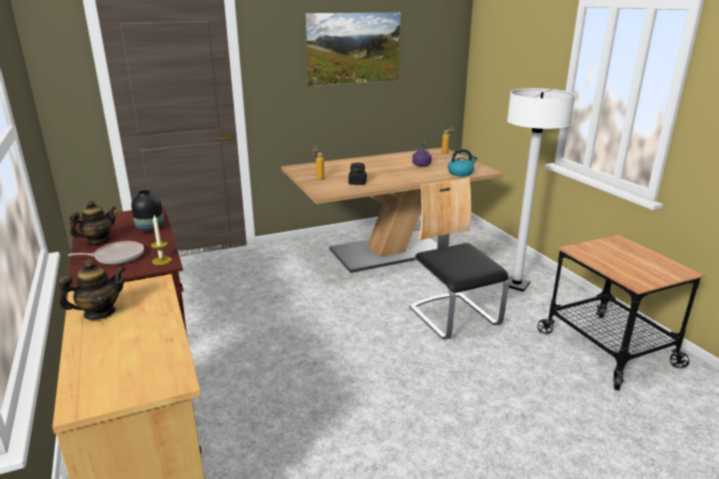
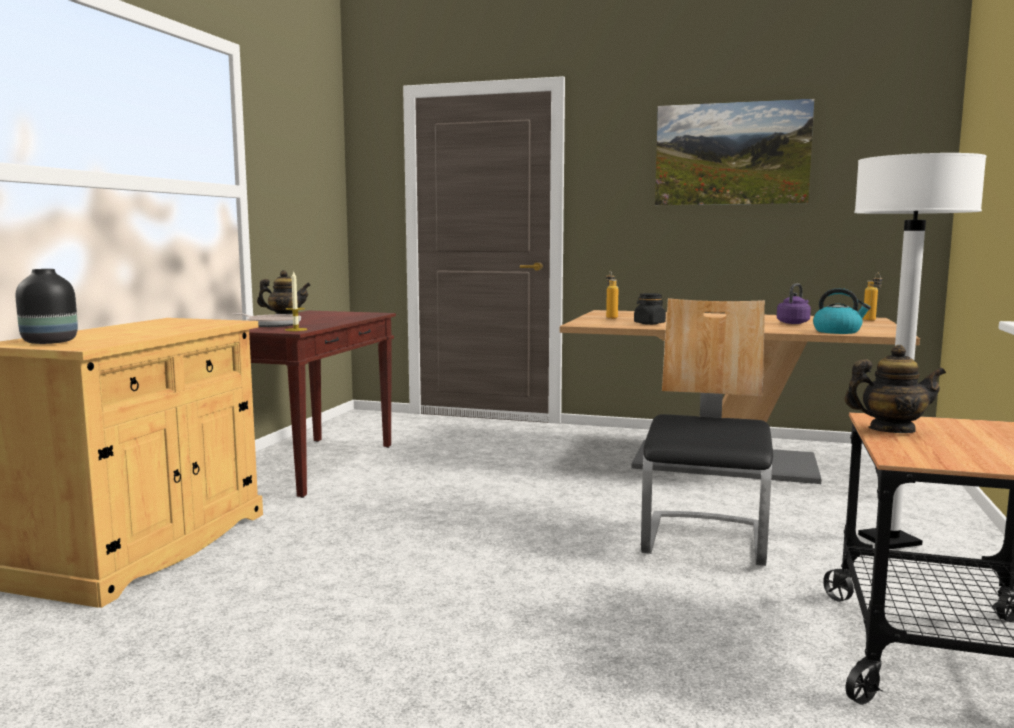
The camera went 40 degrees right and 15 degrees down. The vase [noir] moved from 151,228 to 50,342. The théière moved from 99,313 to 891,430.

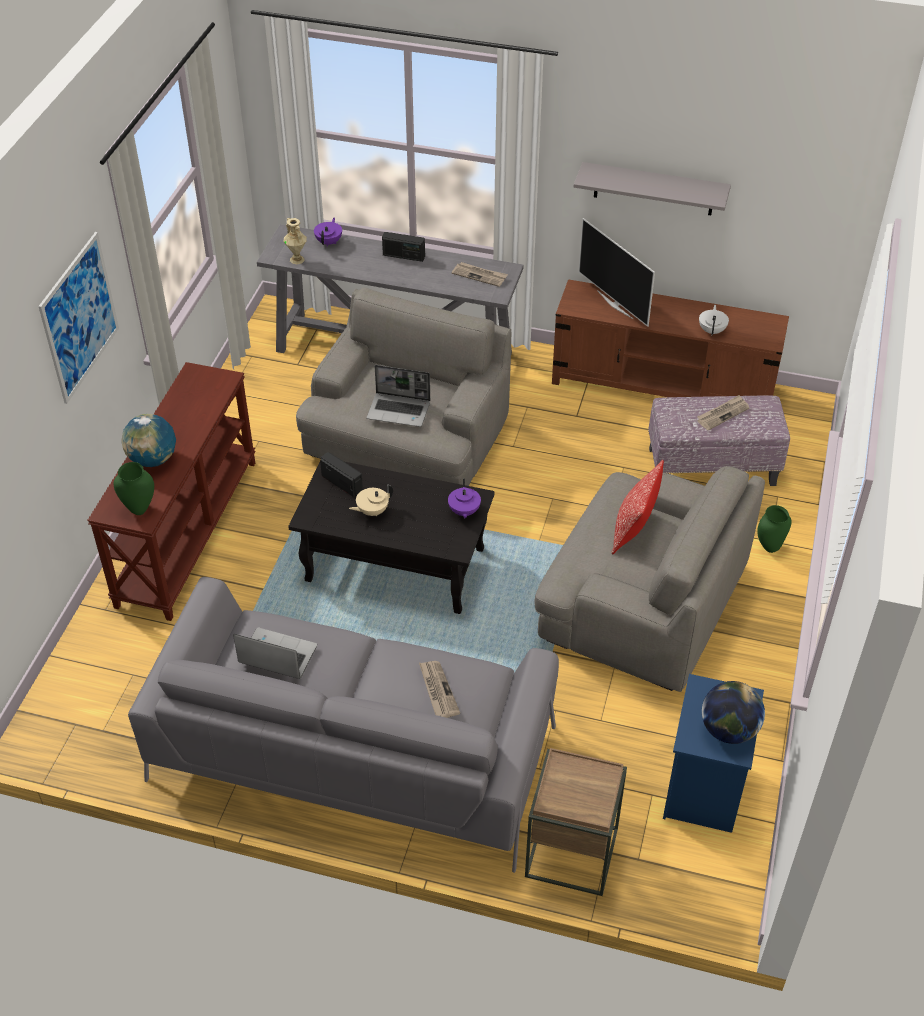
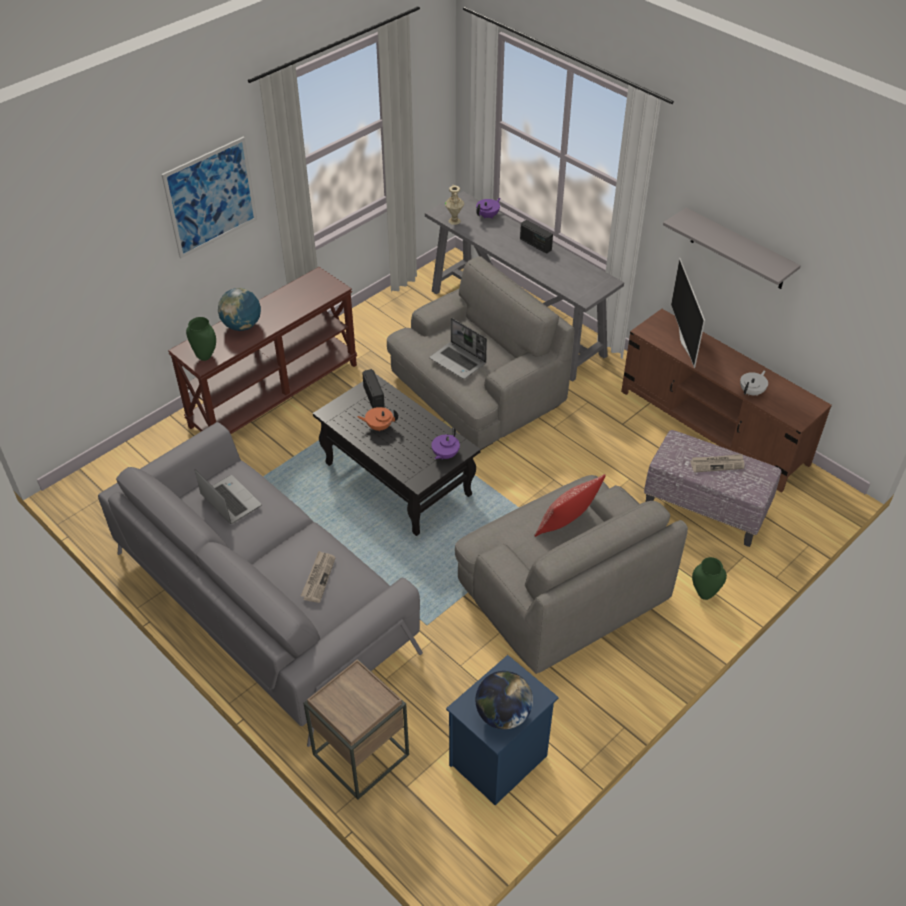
The camera went 30 degrees right and 0 degrees up. The théière [beige] at 372,511 became the théière [orange] at 379,426. The journal at 480,275 disappeared.

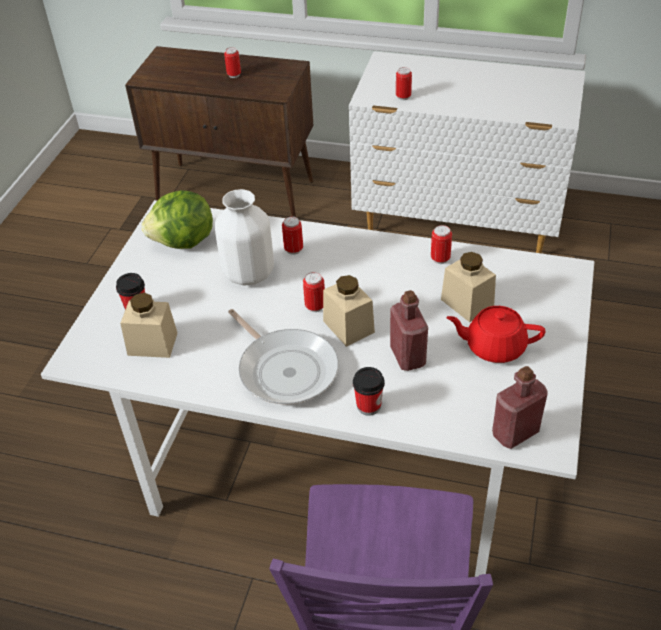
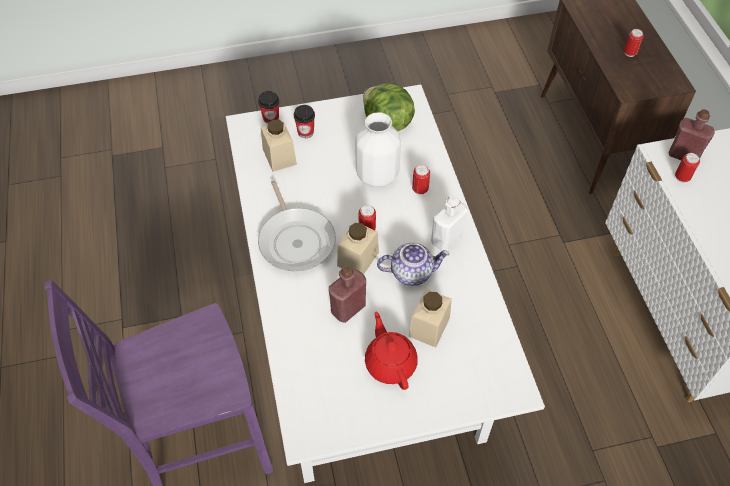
The camera went 60 degrees right and 10 degrees up. The tasse moved from 368,406 to 271,118. The poêle at 285,369 turned 45 degrees counterclockwise. The théière at 411,272 appeared. The bouteille [blanc] at 447,239 appeared. The bouteille [rouge] moved from 515,433 to 683,155. The boîte métallique at 440,259 disappeared.

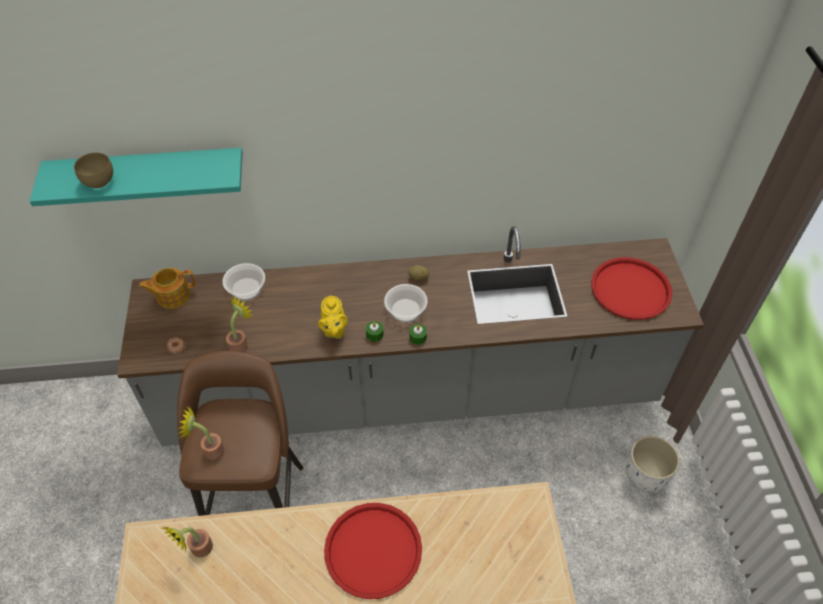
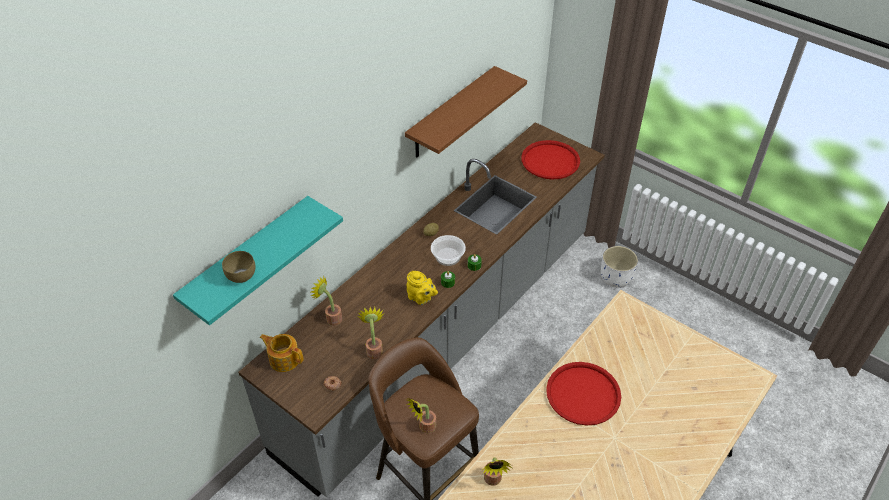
The camera went 45 degrees left and 5 degrees down. The théière at 172,296 turned 90 degrees clockwise. The bol at 246,289 was replaced by the plante en pot at 331,318. The étagère [marron] at 451,113 appeared.

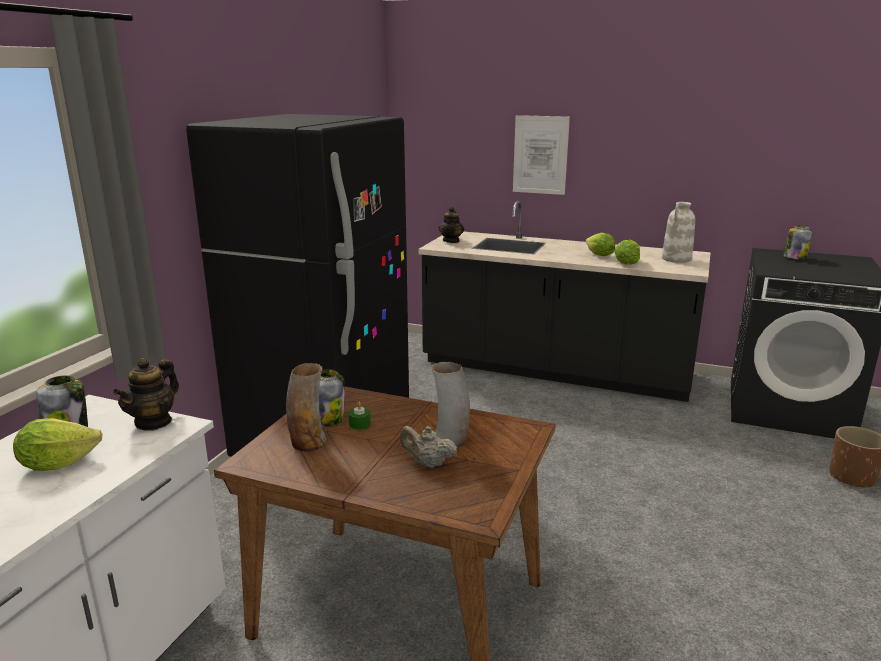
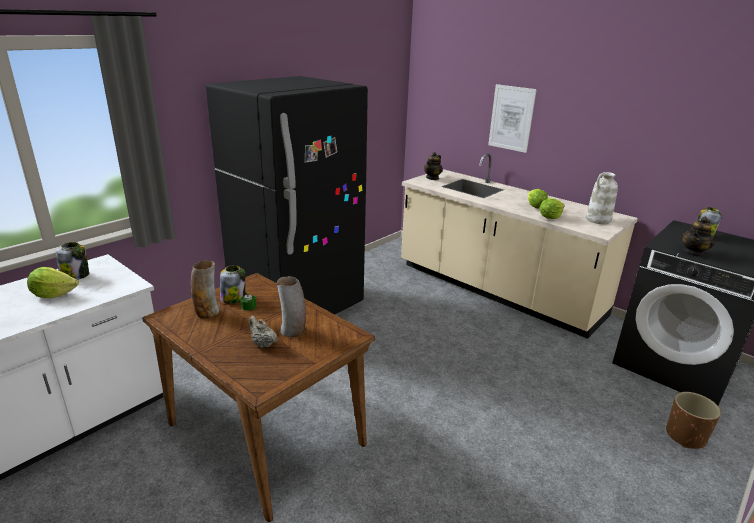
The camera went 20 degrees right and 5 degrees up. The comptoir de cuisine [noir] at 555,370 became the comptoir de cuisine [beige] at 497,290. The théière moved from 153,422 to 693,253.

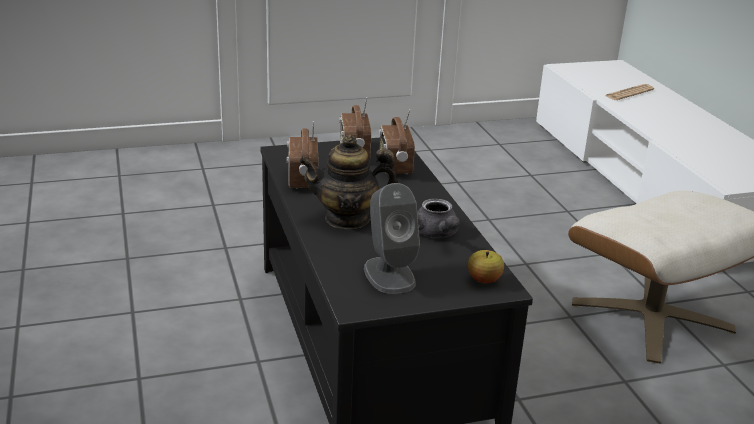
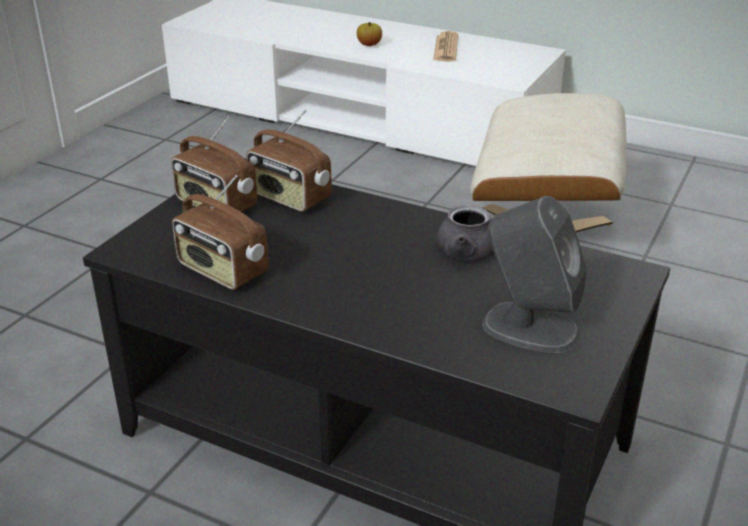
The camera went 45 degrees left and 5 degrees up. The pomme moved from 484,280 to 369,45. The journal moved from 629,93 to 446,48. The théière at 347,218 disappeared.

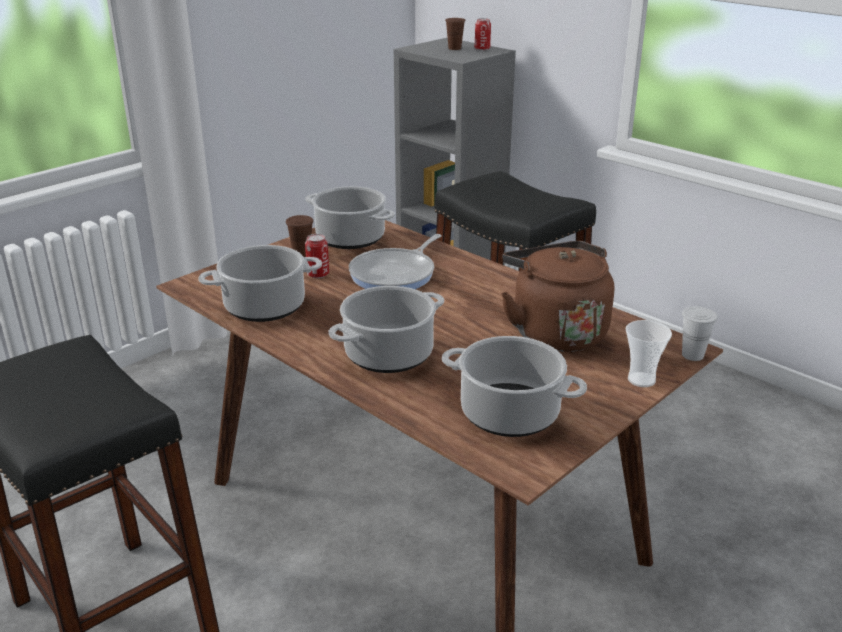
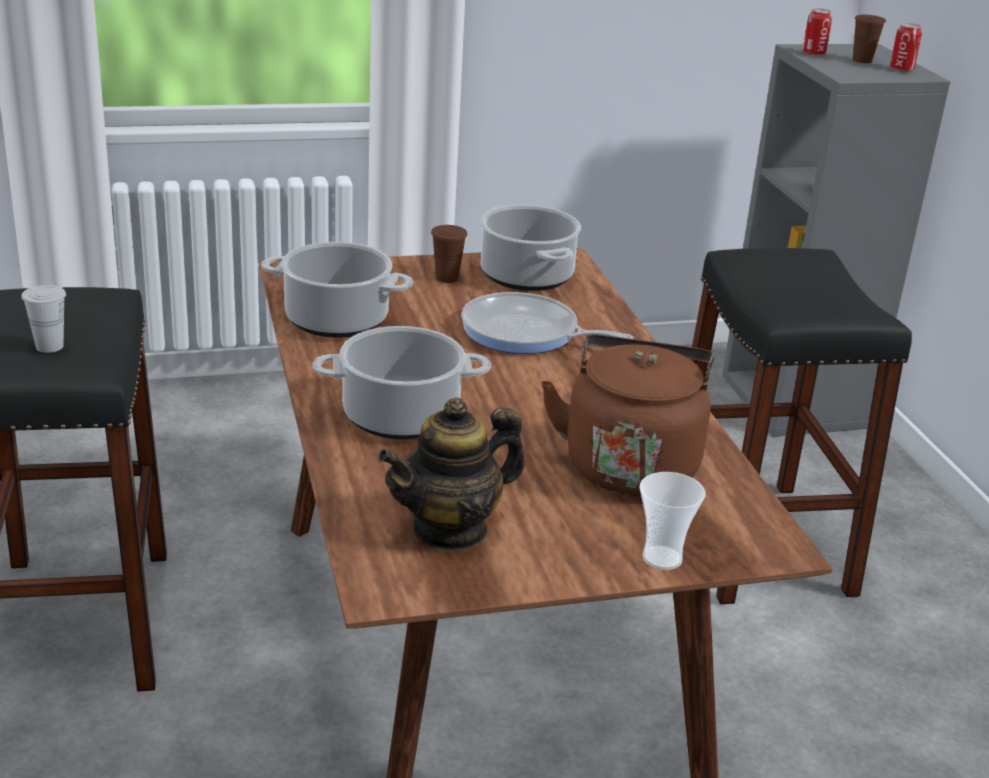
The camera went 30 degrees right and 0 degrees up. The tasse [blanc] moved from 692,355 to 49,346. The marmite at 511,413 was replaced by the théière at 450,529. The poêle at 396,274 turned 45 degrees clockwise. The boîte métallique moved from 318,274 to 813,54.

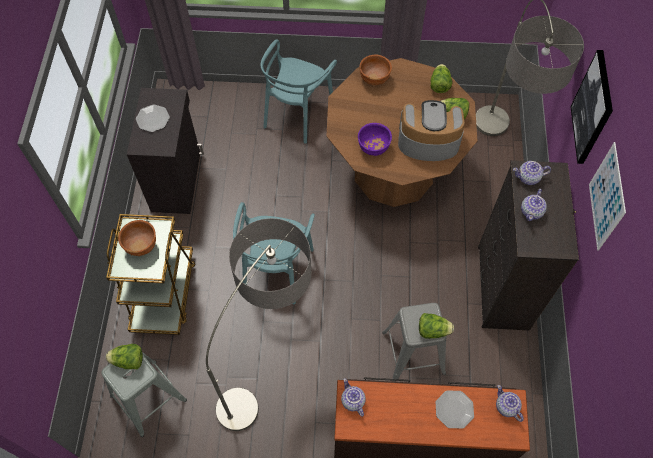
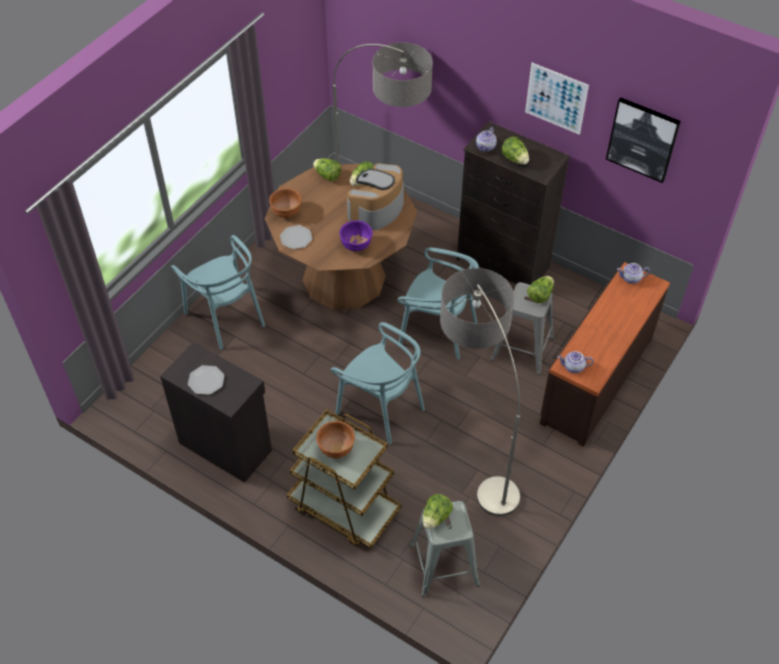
The camera went 60 degrees left and 10 degrees down. The assiette moved from 454,409 to 296,238. The chaise [turquoise] at 437,330 appeared. The théière at 532,211 was replaced by the laitue at 515,159. The tableau moved from 593,108 to 643,139.

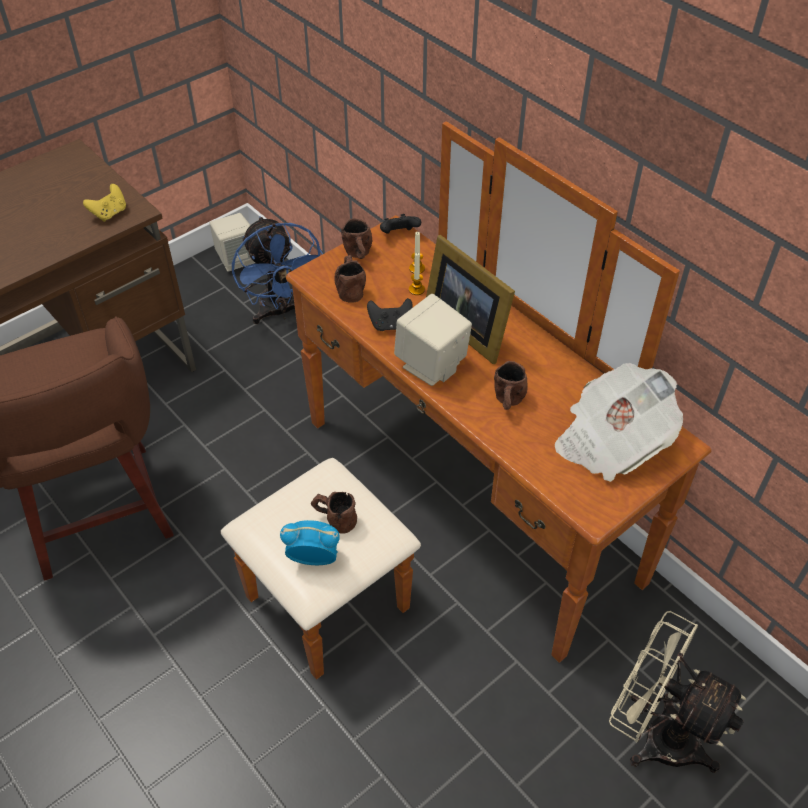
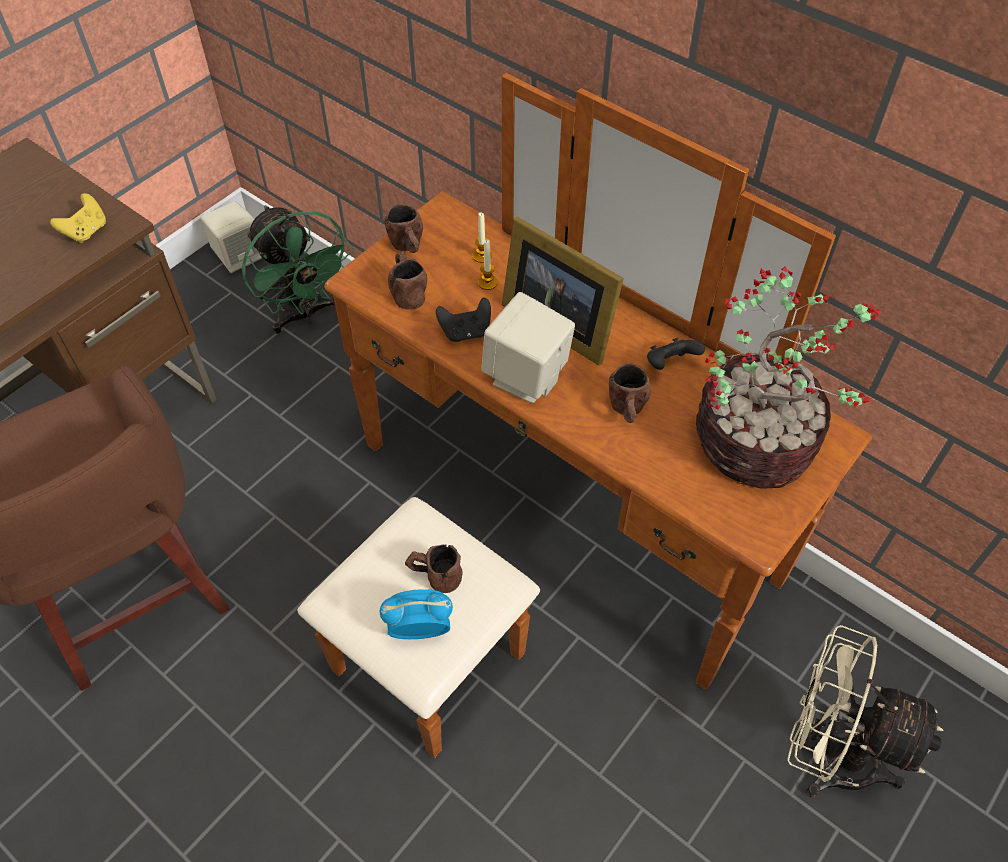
The camera went 10 degrees left and 5 degrees up. The ventilateur [bleu] at 281,312 became the ventilateur [vert] at 304,314. The manette [noir] moved from 399,234 to 670,364. The journal at 611,441 was replaced by the plante en pot at 757,443.

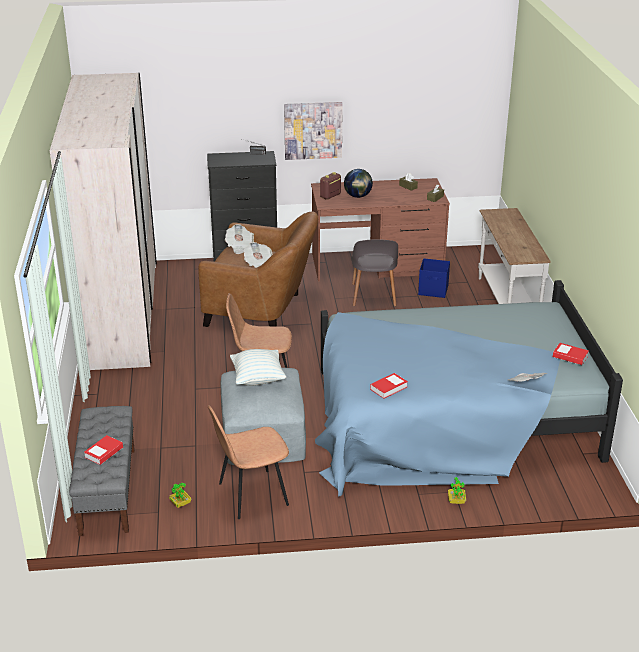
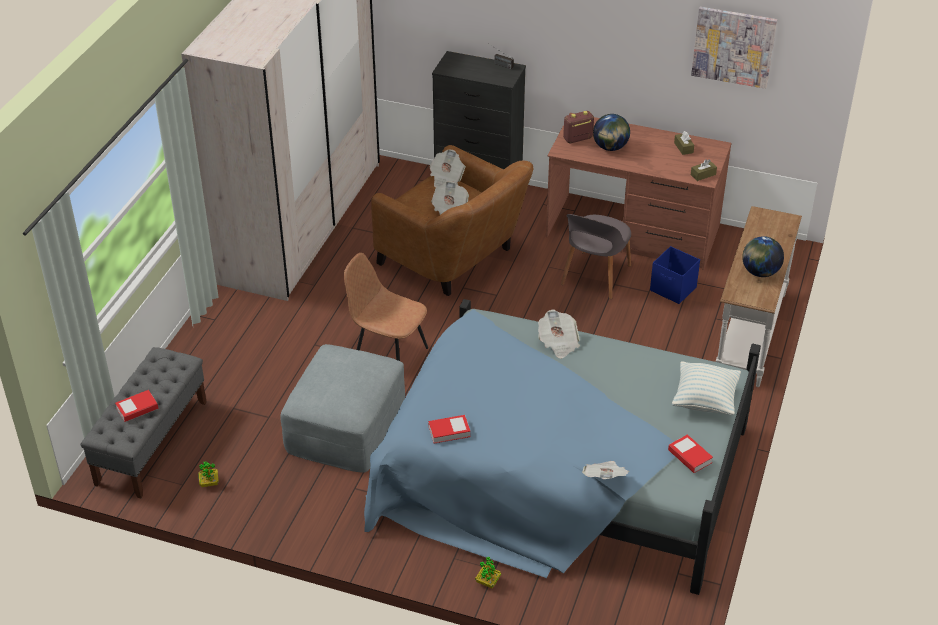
The camera went 25 degrees right and 10 degrees up. The journal at 558,343 appeared. The coussin moved from 258,378 to 704,400. The tableau moved from 313,130 to 733,46. The globe at 760,272 appeared. The chaise [marron] at 251,495 disappeared.

